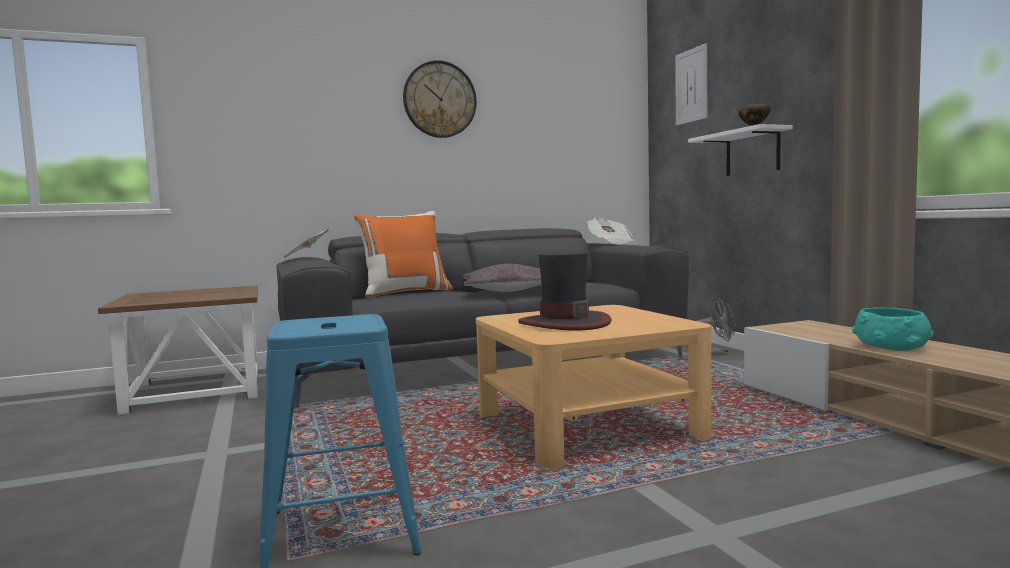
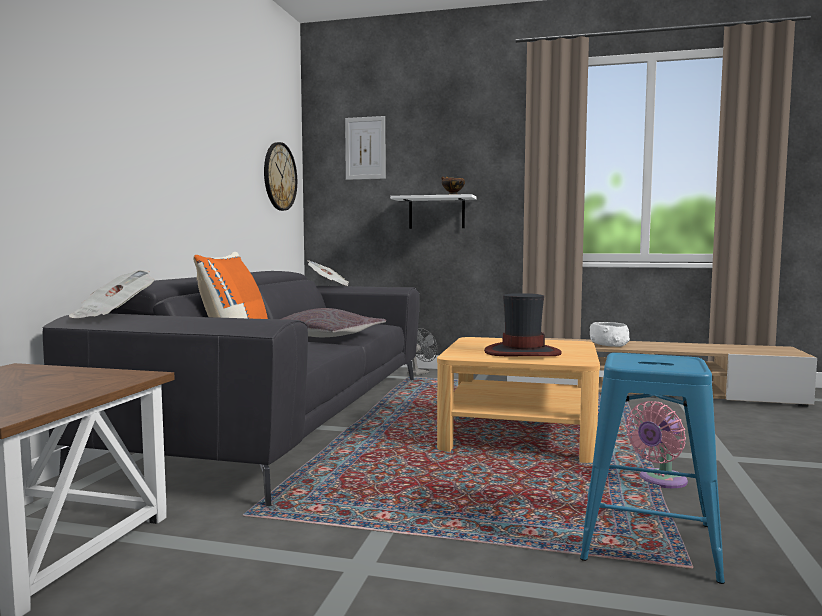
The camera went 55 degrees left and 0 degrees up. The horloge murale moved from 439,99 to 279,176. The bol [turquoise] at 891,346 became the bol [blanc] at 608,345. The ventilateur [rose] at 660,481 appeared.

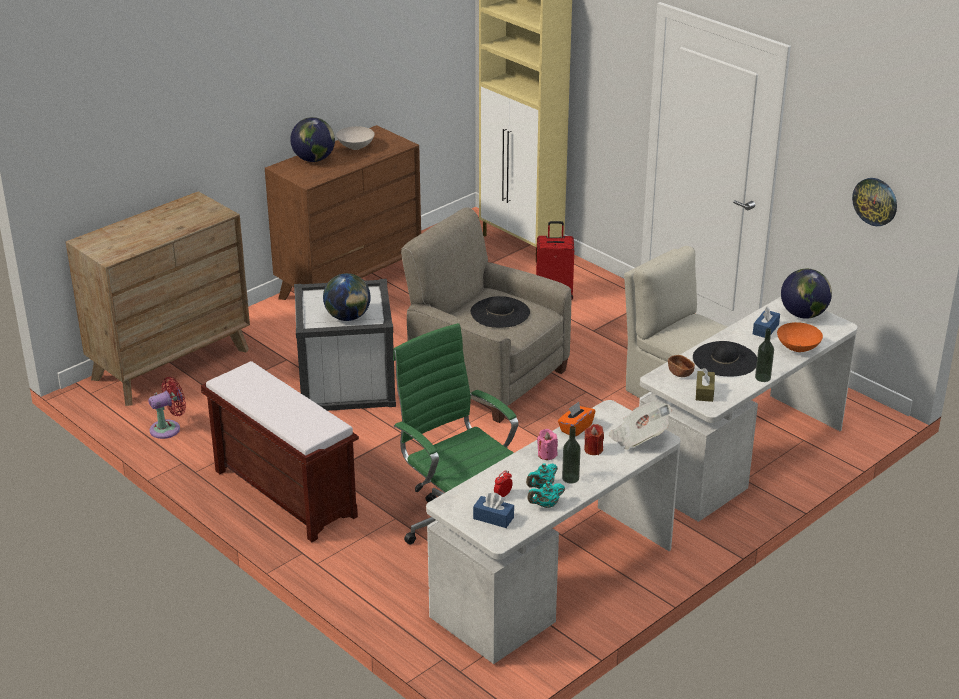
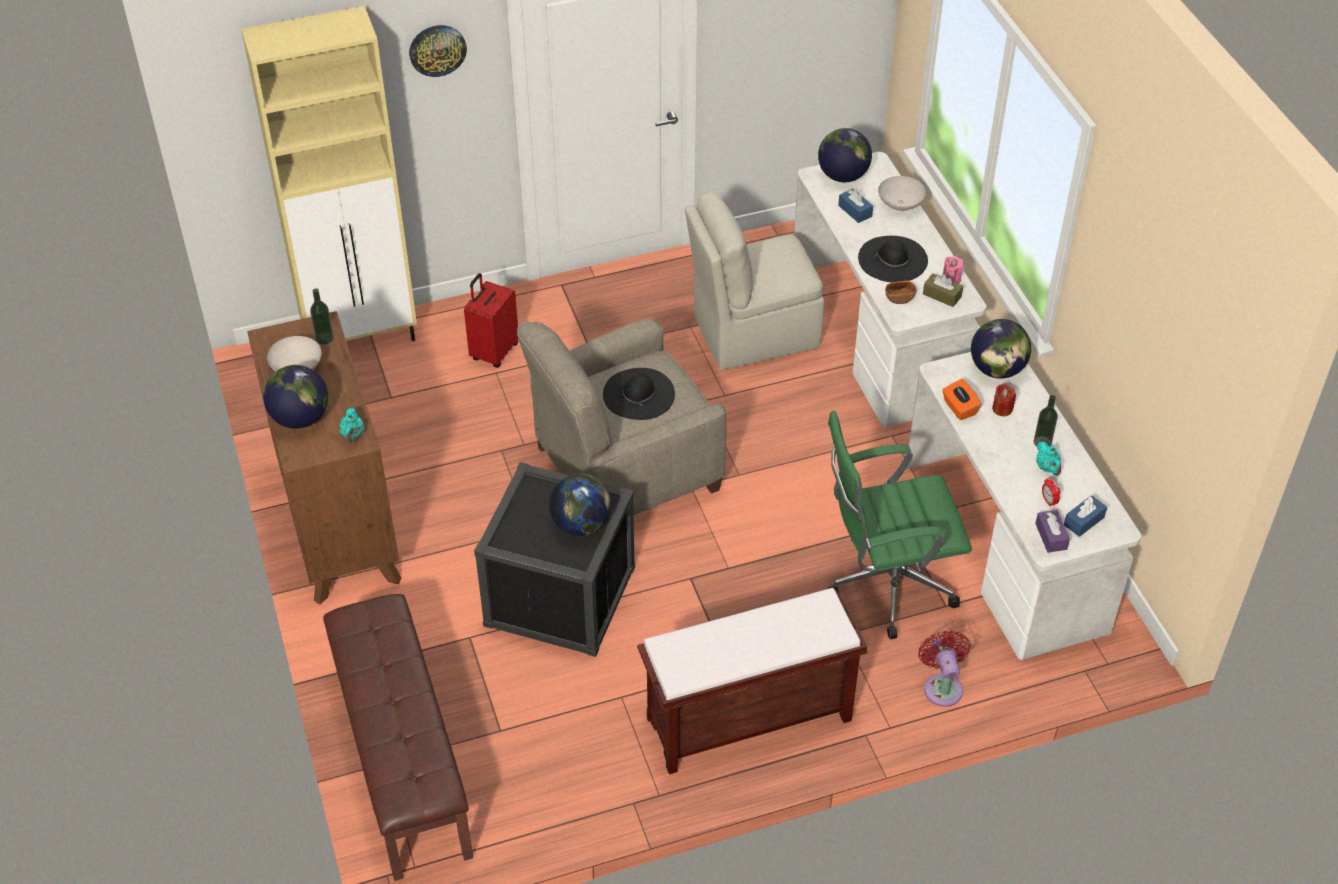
The camera went 65 degrees left and 15 degrees up. The bouteille moved from 762,377 to 324,338. The commode [marron] at 171,364 was replaced by the banc [marron] at 401,760. The théière [turquoise] moved from 546,505 to 352,435. The horloge murale moved from 875,201 to 437,50. The boîte de rangement [blanc] at 346,383 became the boîte de rangement [noir] at 559,596. The bol [orange] at 797,348 became the bol [blanc] at 899,205. The ventilateur [rouge] moved from 168,428 to 942,686. The bougie [rose] moved from 547,454 to 951,279. The journal at 639,437 was replaced by the globe at 997,370. The boîte à mouchoirs [violet] at 1051,536 appeared.

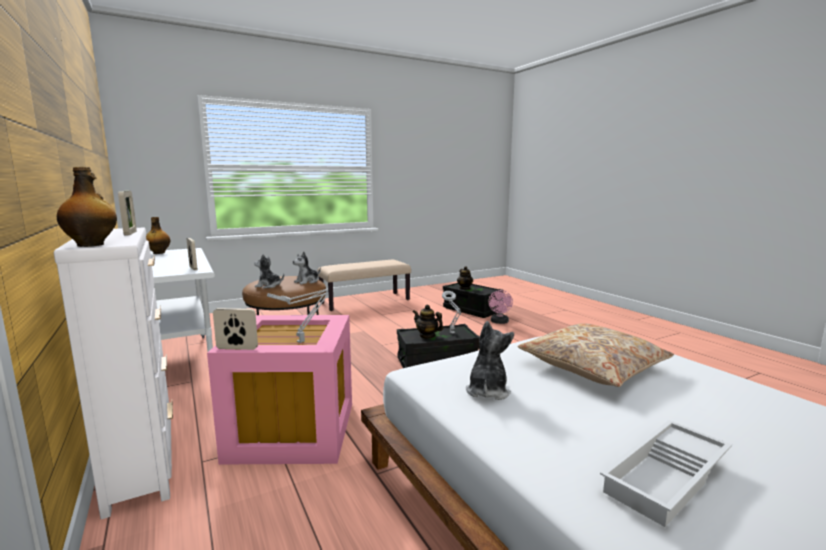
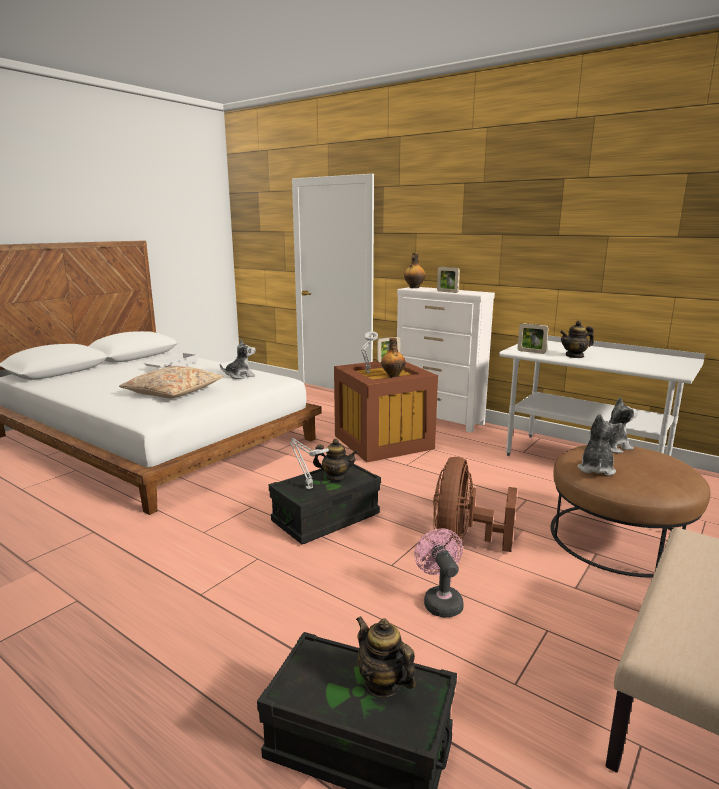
The camera went 155 degrees right and 5 degrees up. The peluche at 487,391 turned 105 degrees counterclockwise. The boîte de rangement [rose] at 291,430 became the boîte de rangement [marron] at 385,442. The bouteille moved from 158,253 to 393,376. The ventilateur [rose] moved from 499,322 to 440,601. The ventilateur [marron] at 463,543 appeared. The théière at 575,356 appeared.

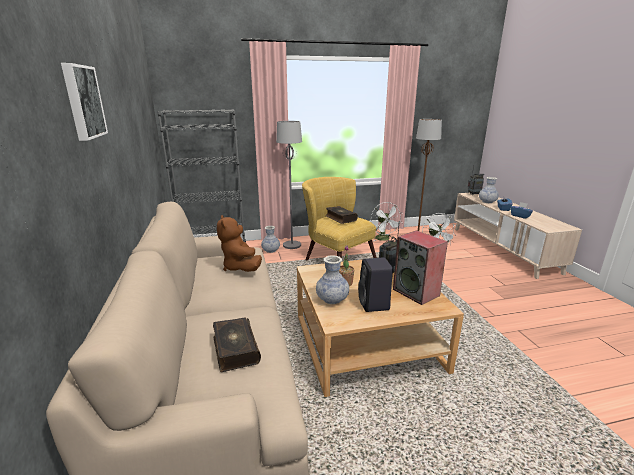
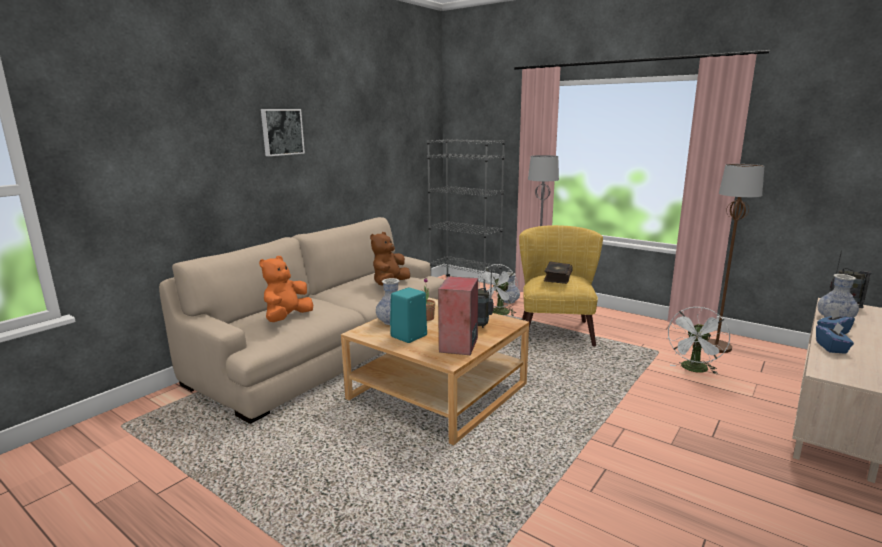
The camera went 50 degrees right and 5 degrees down. The livre at 235,349 was replaced by the peluche [orange] at 287,318. The enceinte [noir] at 374,305 became the enceinte [turquoise] at 408,336. The ventilateur [blanc] moved from 384,239 to 498,314.

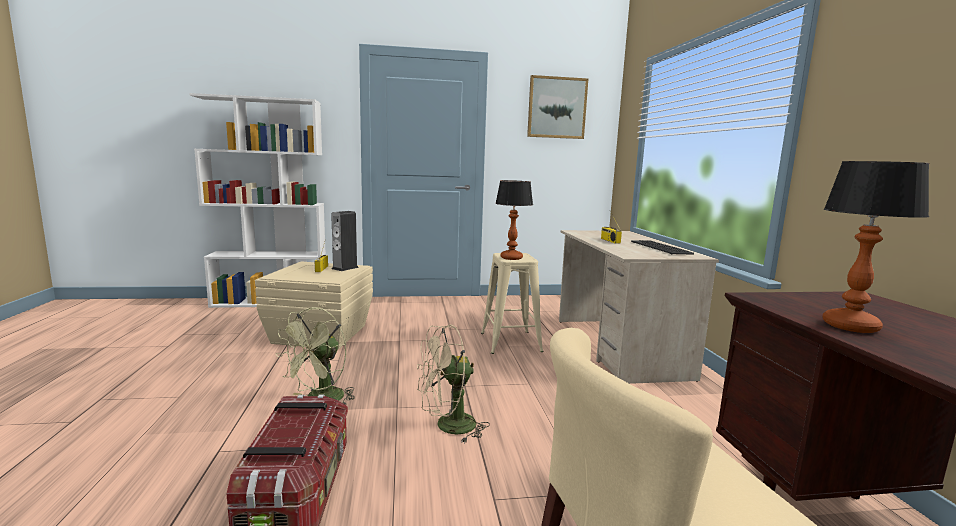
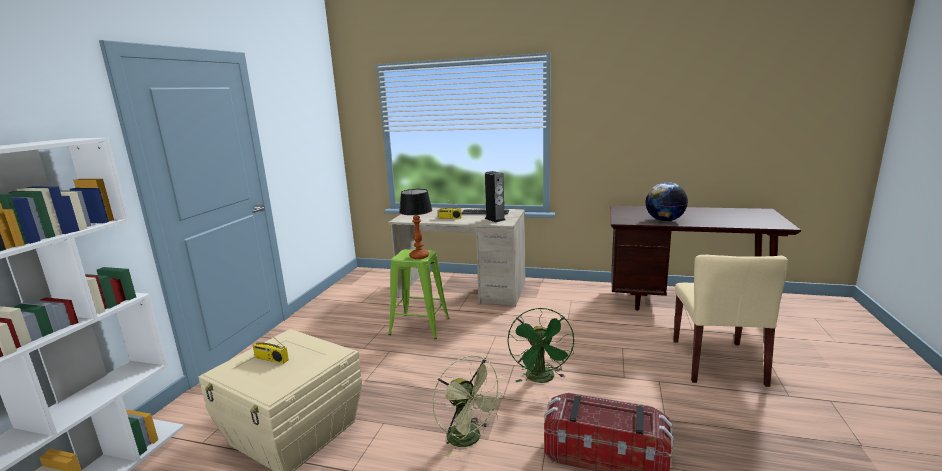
The camera went 65 degrees left and 5 degrees up. The tabouret [beige] at 510,342 became the tabouret [vert] at 420,326. The enceinte moved from 345,268 to 495,219. The ventilateur [beige] at 448,427 became the ventilateur [vert] at 542,379. The lampe de table at 849,326 was replaced by the globe at 664,220. The tableau at 556,108 disappeared.

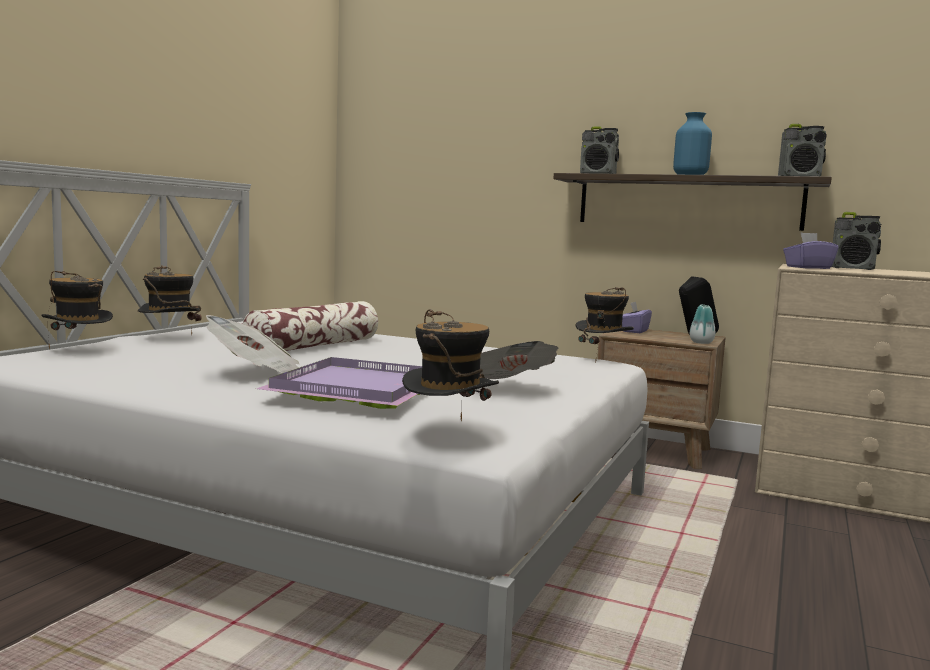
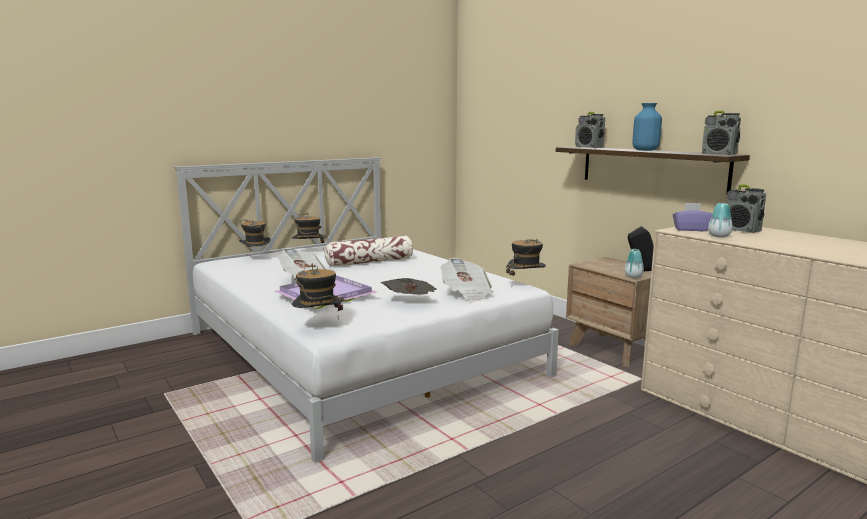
The camera went 30 degrees right and 5 degrees up. The journal at 466,293 appeared. The vase at 719,236 appeared. The boîte à mouchoirs [violet] at 634,331 disappeared.

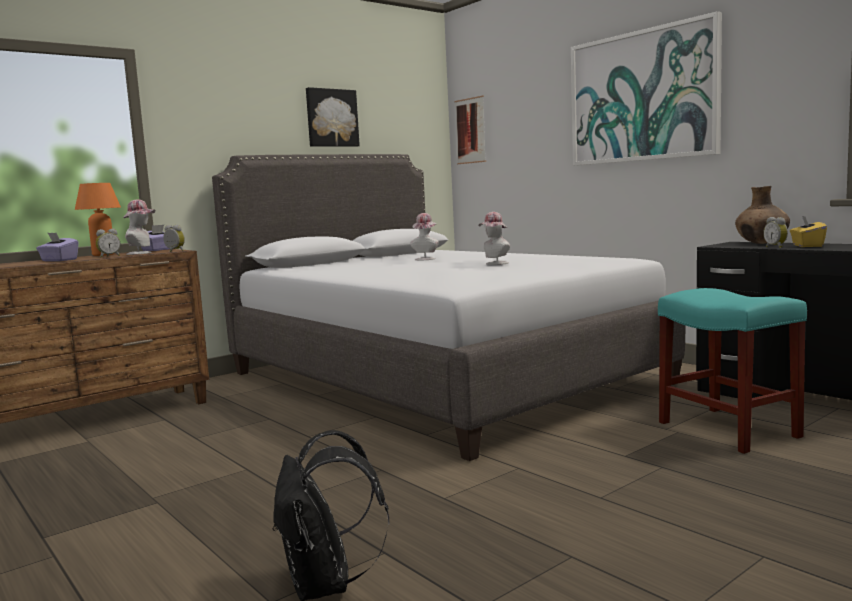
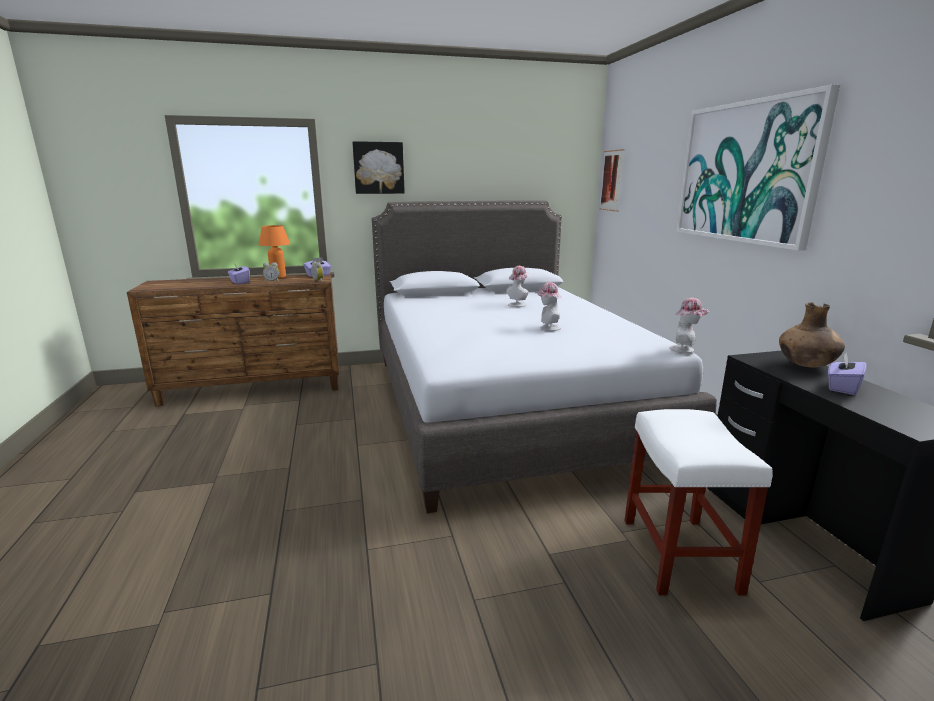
The camera went 25 degrees right and 10 degrees up. The tableau moved from 331,118 to 378,168. The tabouret [turquoise] at 726,429 became the tabouret [blanc] at 678,553. The chapeau moved from 142,253 to 685,349. The boîte à mouchoirs [jaune] at 807,246 became the boîte à mouchoirs [violet] at 842,387. The sac à dos [noir] at 326,585 disappeared. The réveil at 776,247 disappeared.

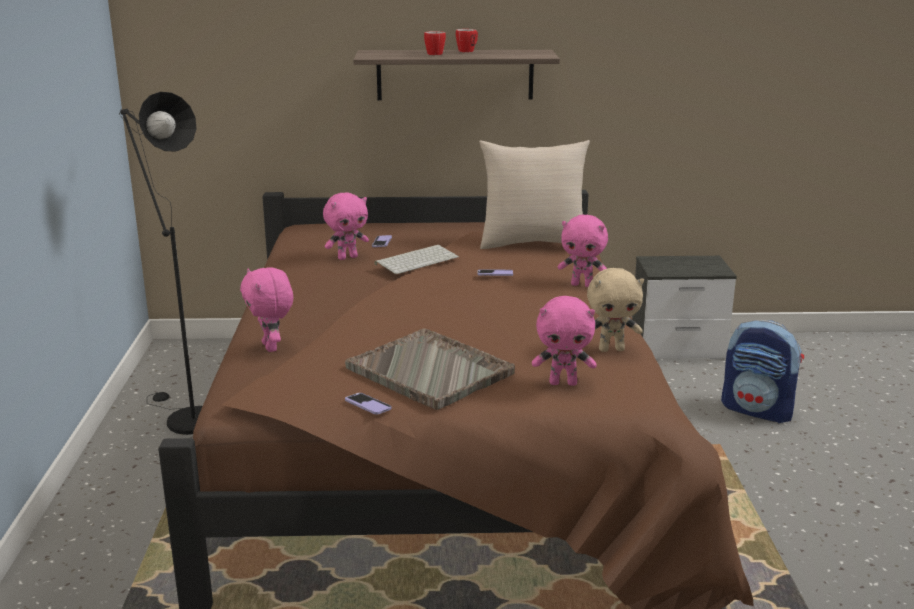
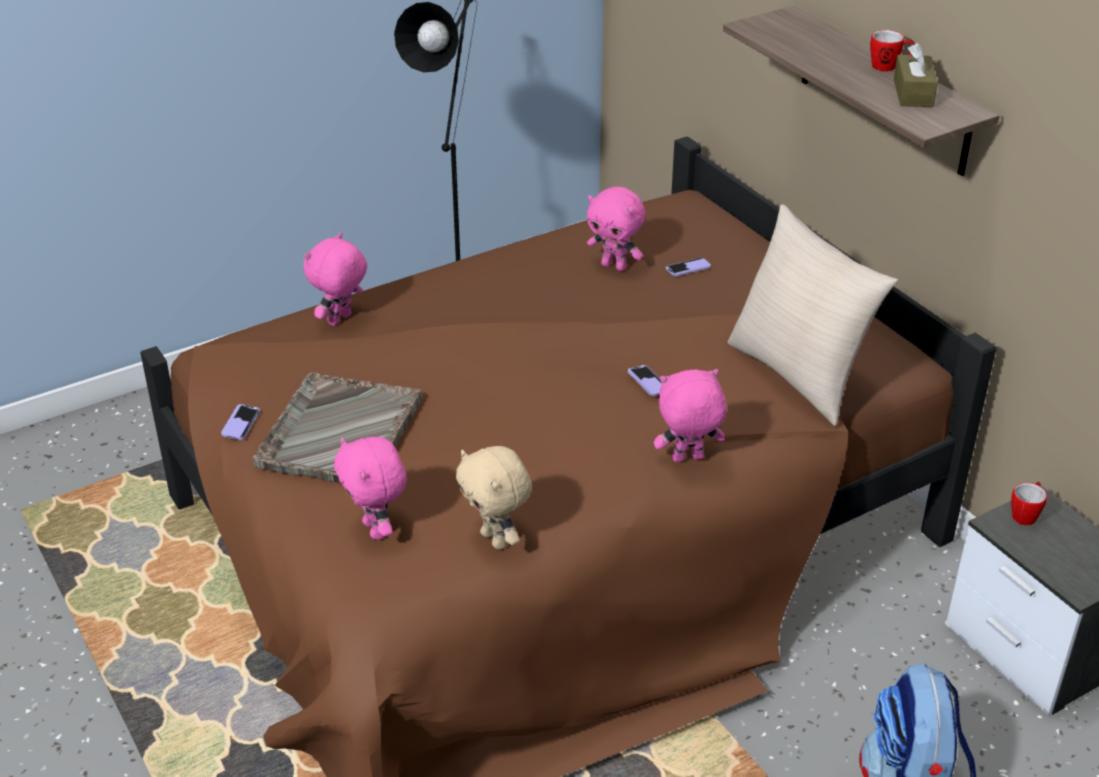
The camera went 60 degrees right and 15 degrees up. The peluche [rose] at 582,285 turned 90 degrees clockwise. The boîte à mouchoirs [marron] at 913,93 appeared. The mug moved from 433,53 to 1025,514. The clavier at 417,260 disappeared.

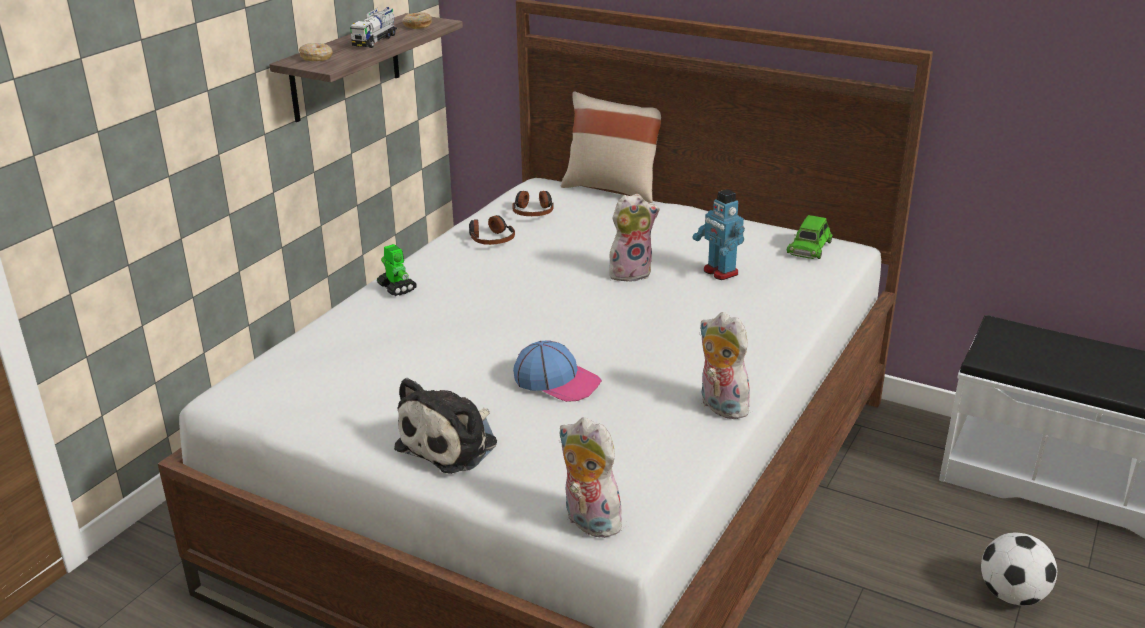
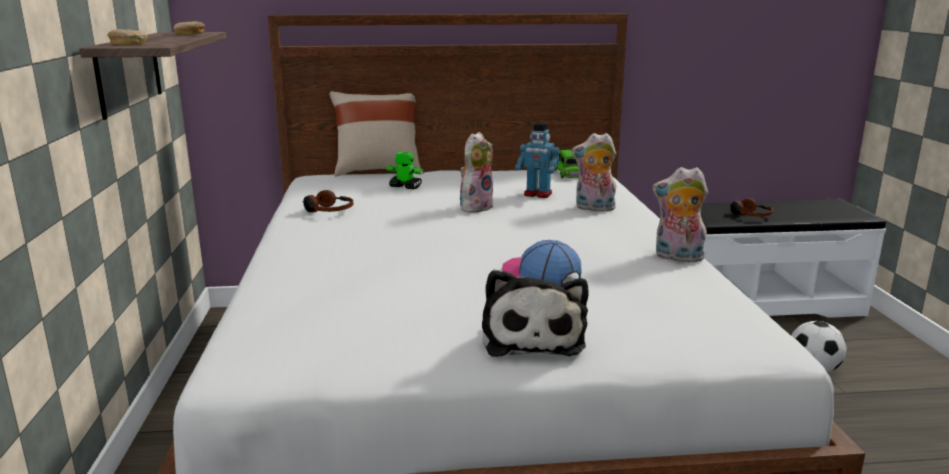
The camera went 35 degrees left and 10 degrees down. The robot jouet moved from 396,288 to 405,187. The casquette at 557,381 turned 120 degrees counterclockwise. The peluche moved from 588,522 to 594,208. The casque audio moved from 533,211 to 750,215. The camion jouet at 375,41 disappeared.

